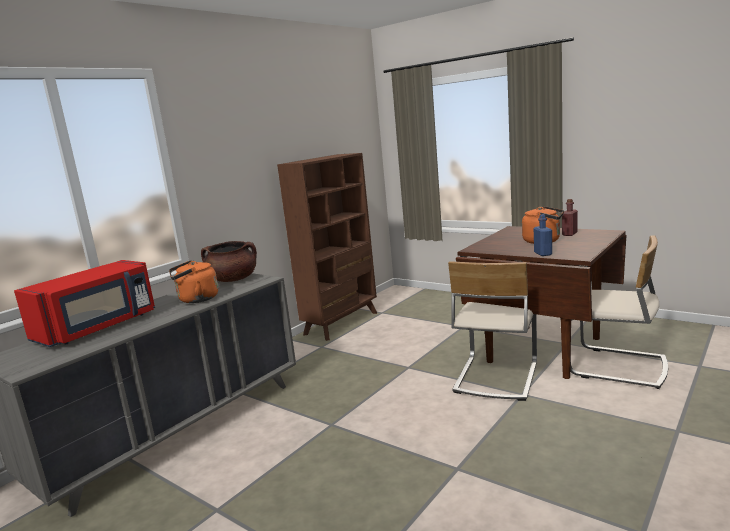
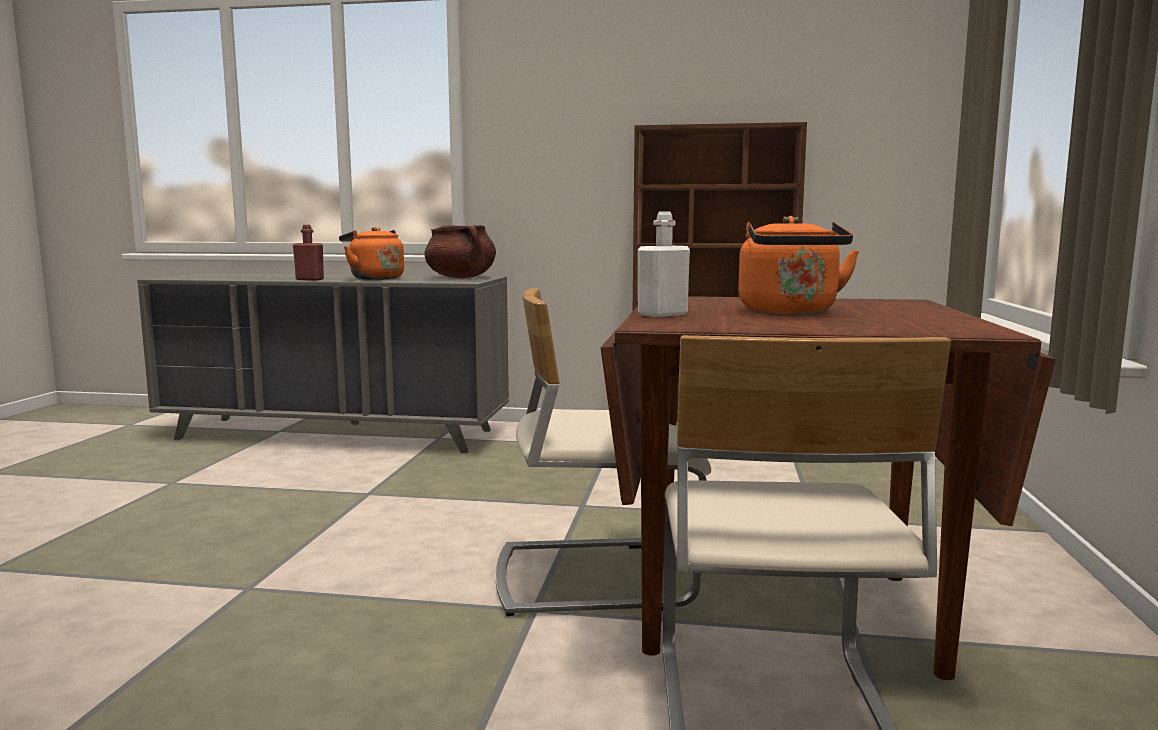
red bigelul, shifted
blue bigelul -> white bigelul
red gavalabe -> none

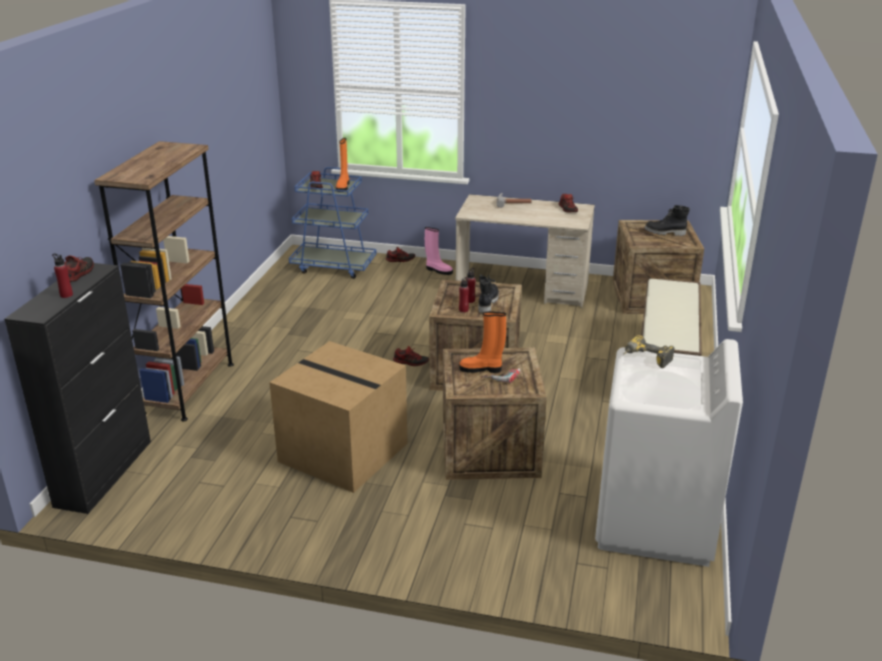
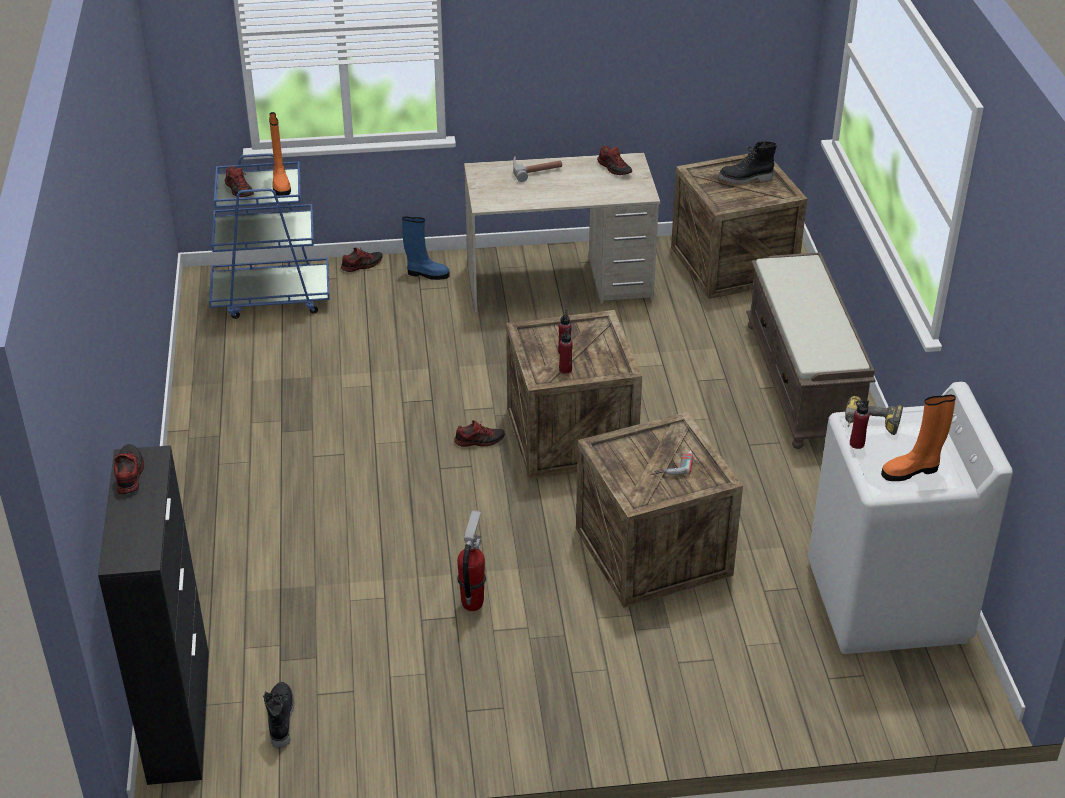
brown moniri -> none
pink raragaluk -> blue raragaluk
red bigelul (no. 1 from left in the first image) -> red bigelul (no. 3 from left), shifted
black raragaluk (no. 1 from left), shifted
orange raragaluk (no. 2 from left), shifted
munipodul -> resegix

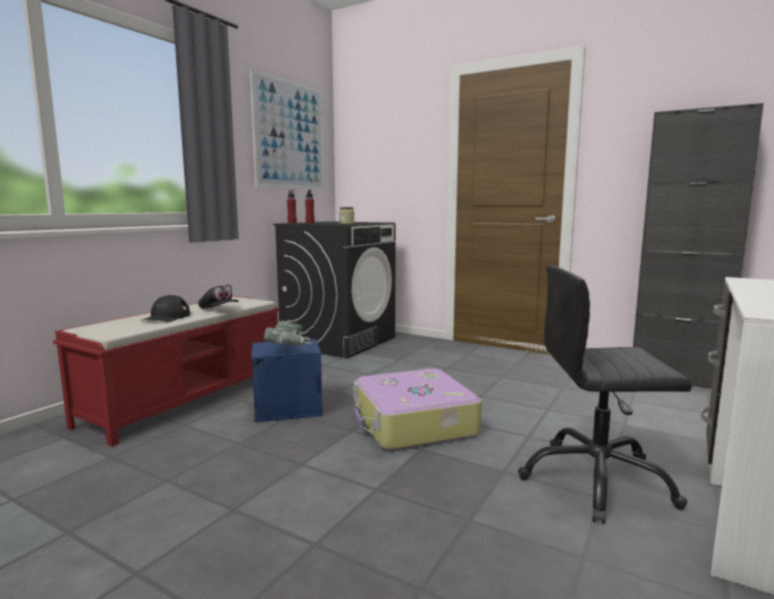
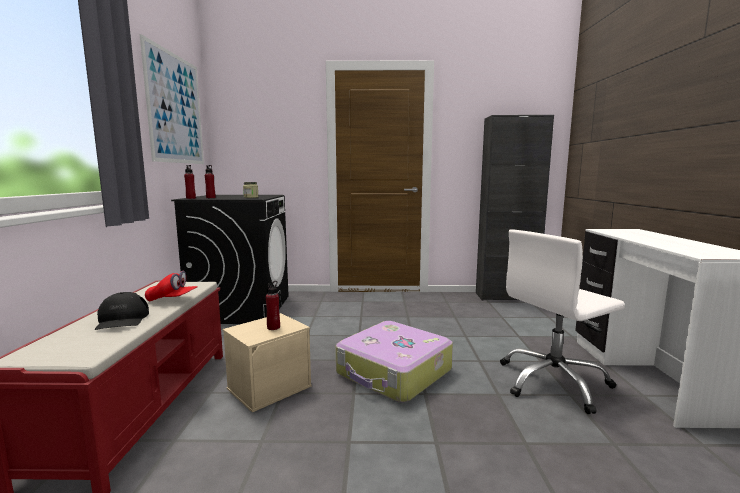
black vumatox -> white vumatox
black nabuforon (no. 2 from left) -> red nabuforon
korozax -> red bigelul (no. 3 from left)
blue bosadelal -> beige bosadelal

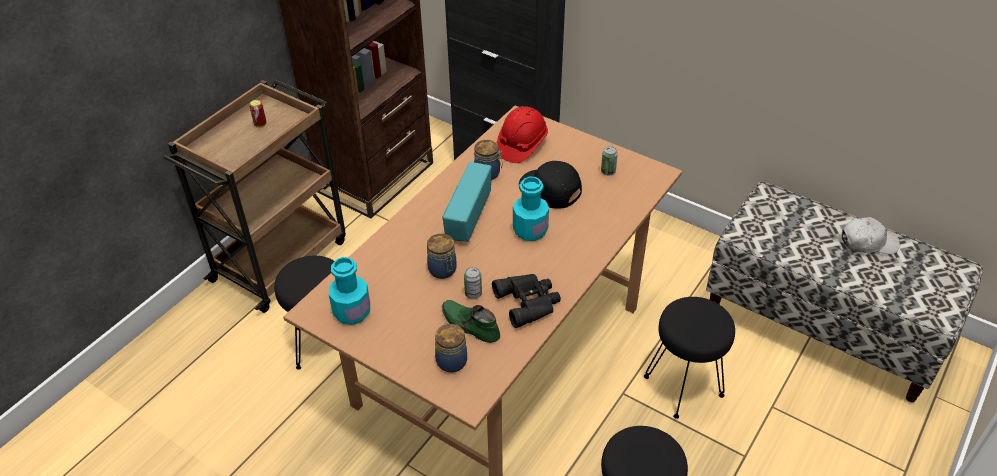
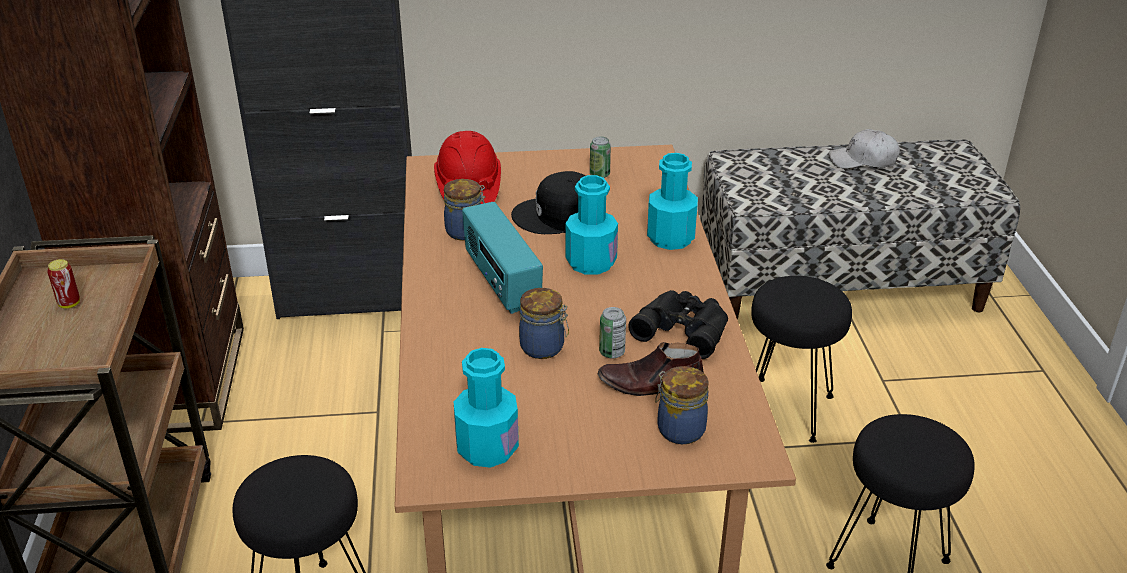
white nabuforon, 135 degrees counterclockwise
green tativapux -> brown tativapux
none -> turquoise bigelul (no. 3 from left)

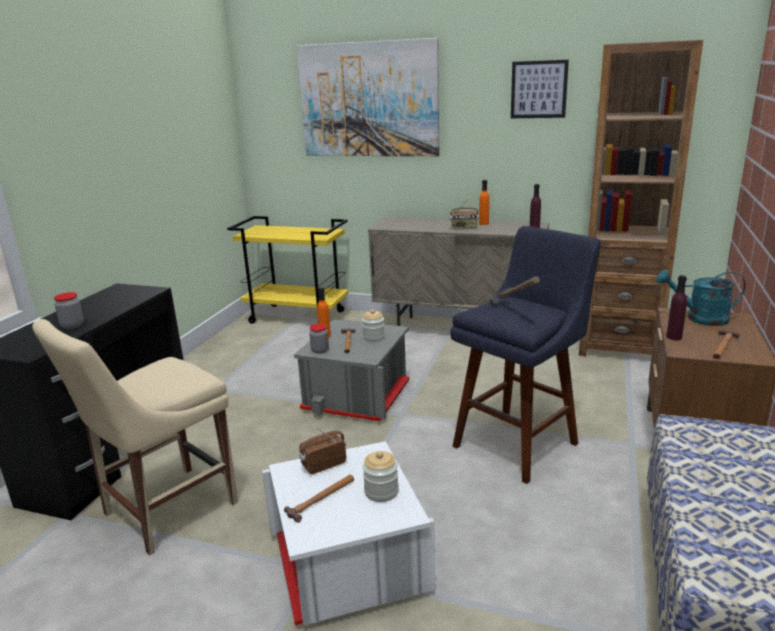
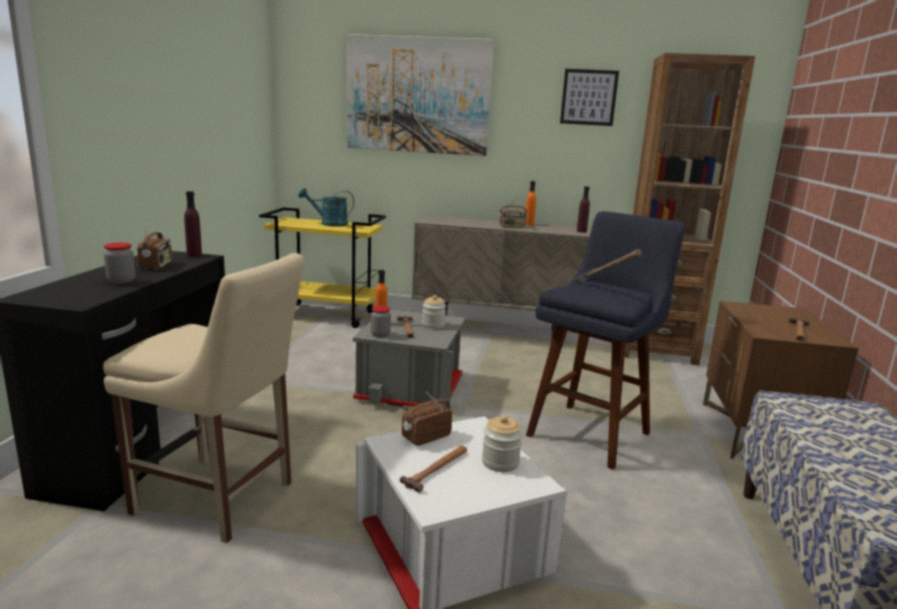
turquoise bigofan, shifted
purple bigelul (no. 2 from left in the first image) -> purple bigelul (no. 1 from left), shifted
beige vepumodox, 105 degrees counterclockwise
none -> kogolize (no. 1 from left)

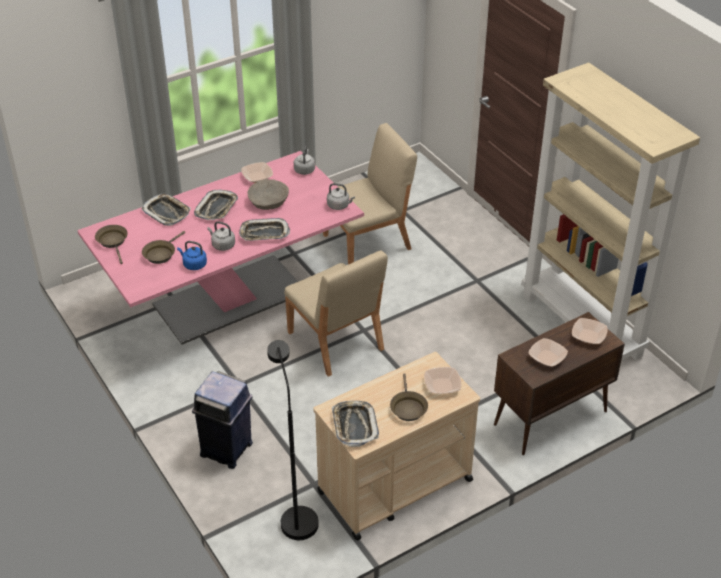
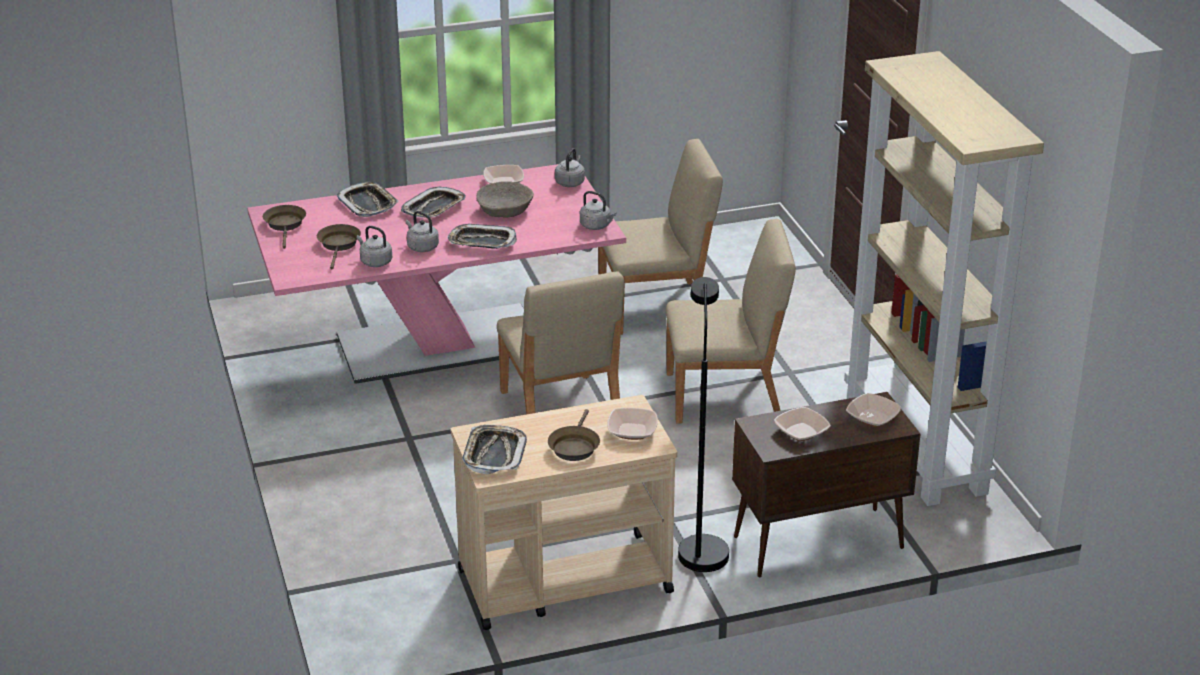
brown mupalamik (no. 2 from left), 135 degrees clockwise
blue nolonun -> grey nolonun (no. 1 from left)
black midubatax, shifted
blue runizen -> none
none -> beige vepumodox (no. 3 from left)

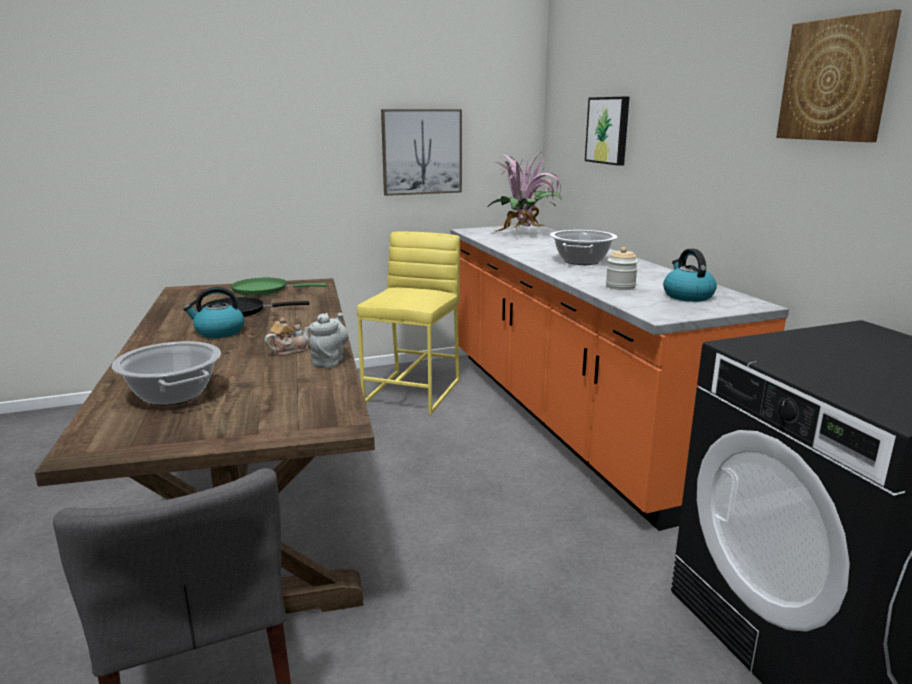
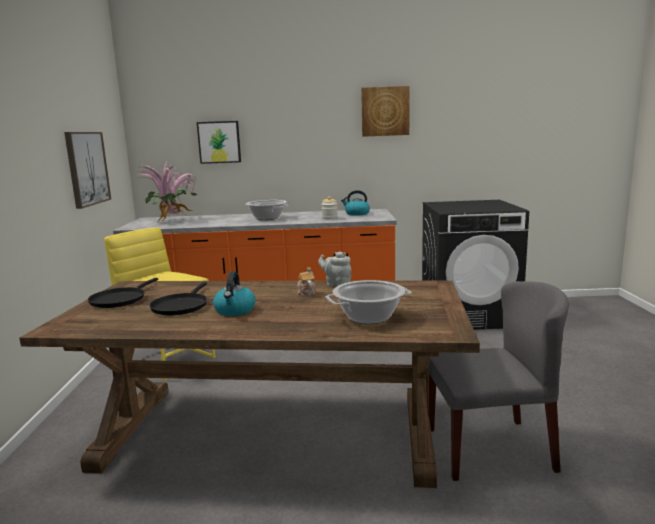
green mupalamik -> black mupalamik (no. 1 from left)

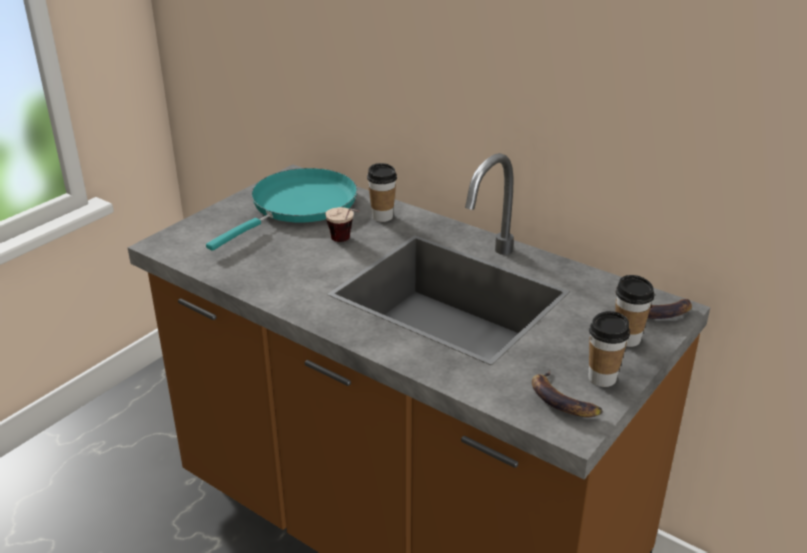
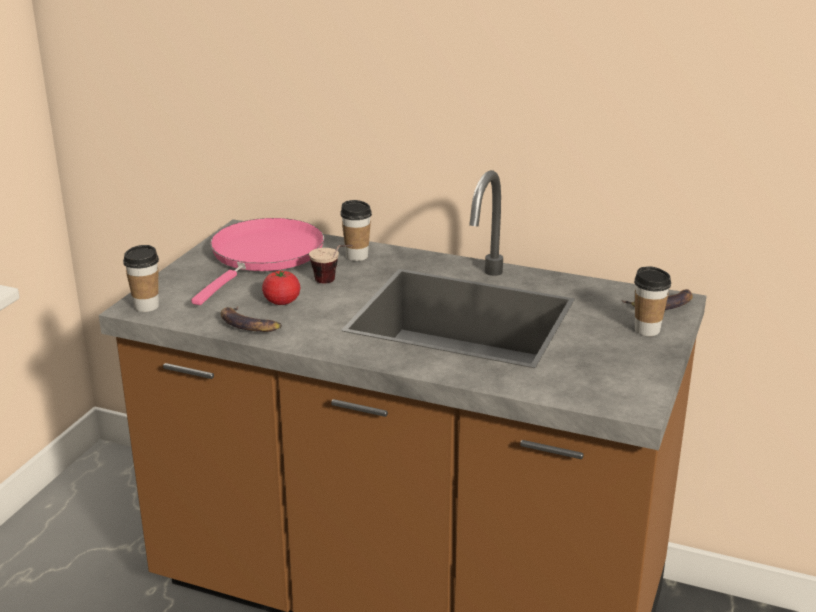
turquoise mupalamik -> pink mupalamik
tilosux (no. 3 from left in the first image) -> tilosux (no. 1 from left), shifted
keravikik (no. 1 from left), shifted
none -> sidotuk

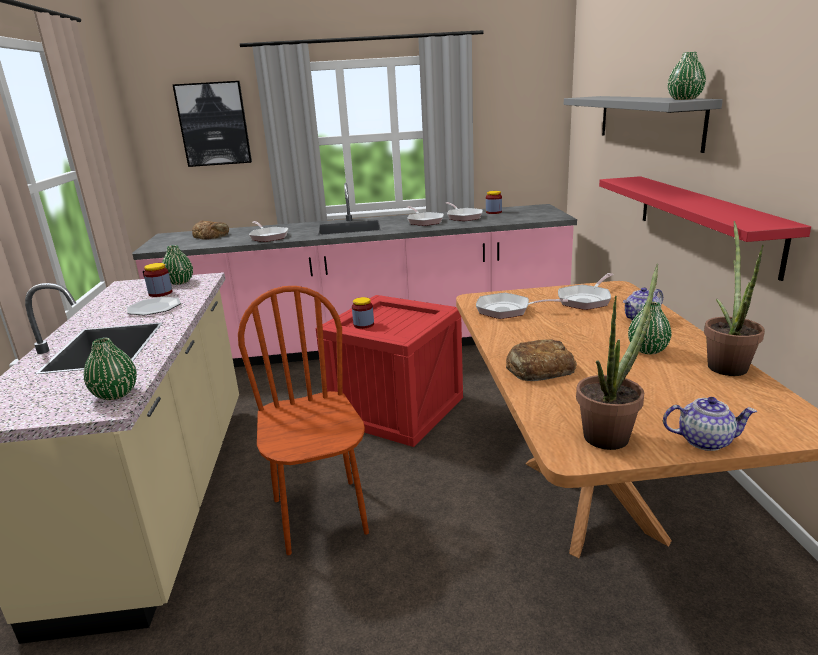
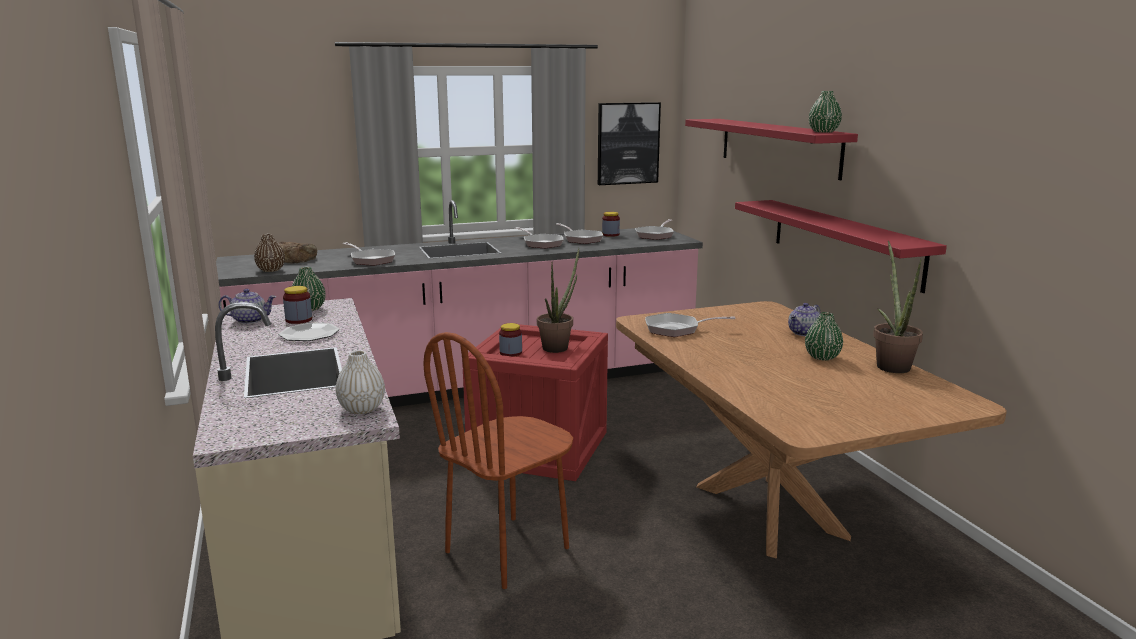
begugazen, shifted
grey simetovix -> red simetovix (no. 1 from left)
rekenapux (no. 1 from left), shifted
mupalamik (no. 5 from left in the first image) -> mupalamik (no. 4 from left), shifted
brown vepumodox, 105 degrees counterclockwise
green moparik (no. 1 from left) -> white moparik
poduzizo (no. 2 from left) -> none
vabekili (no. 2 from left in the first image) -> vabekili (no. 1 from left), shifted
none -> brown moparik

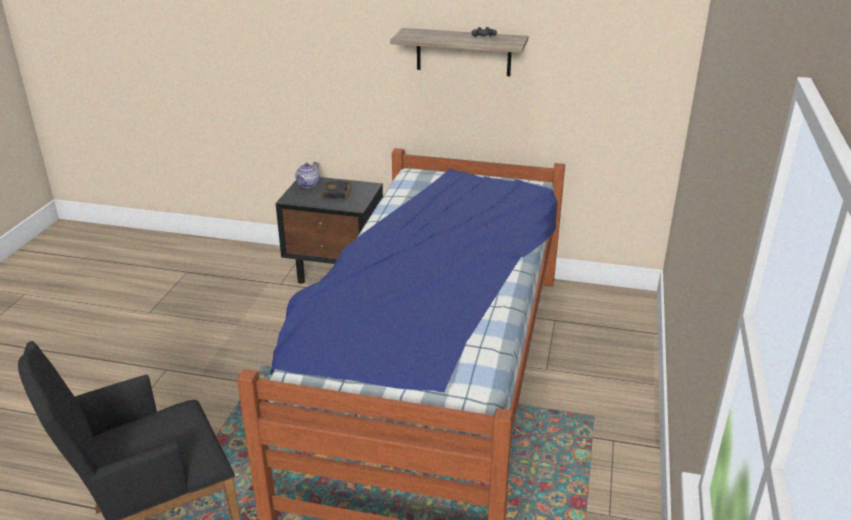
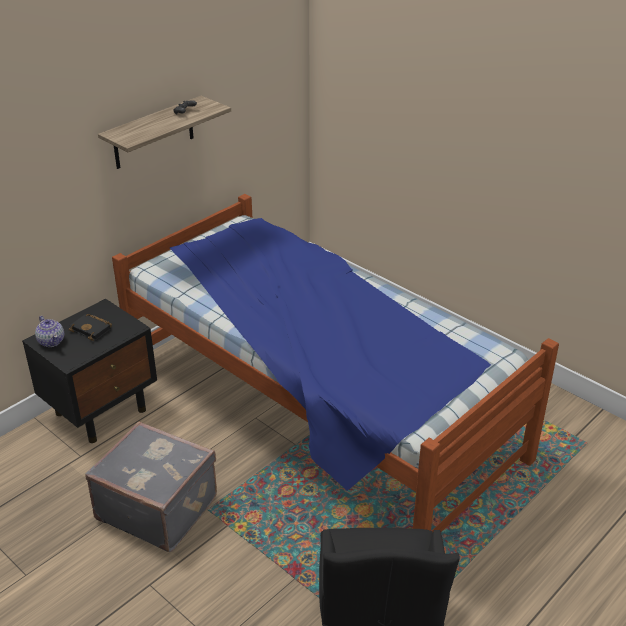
none -> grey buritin

